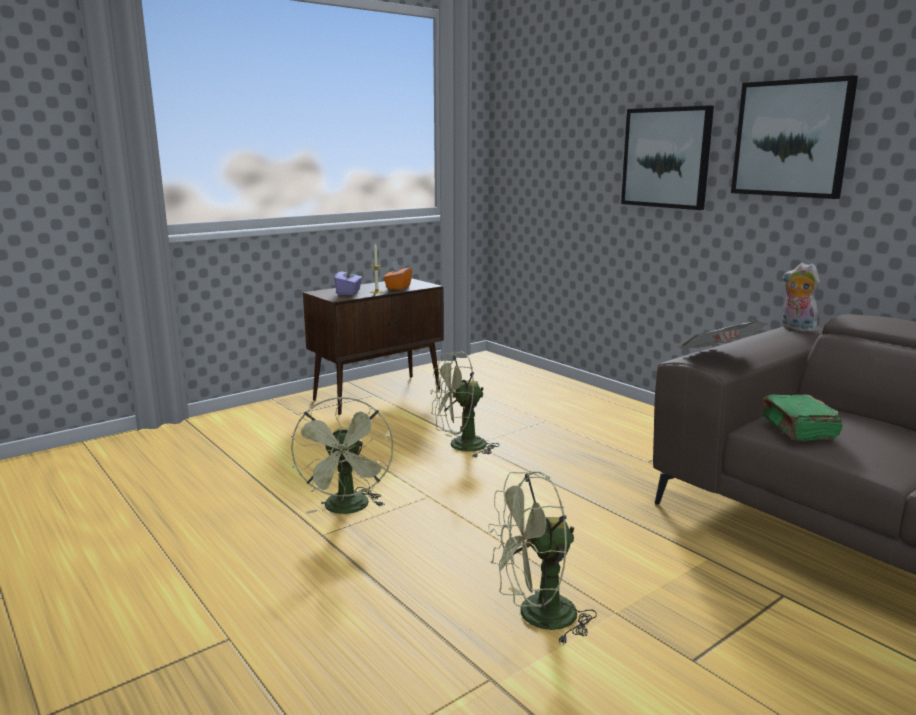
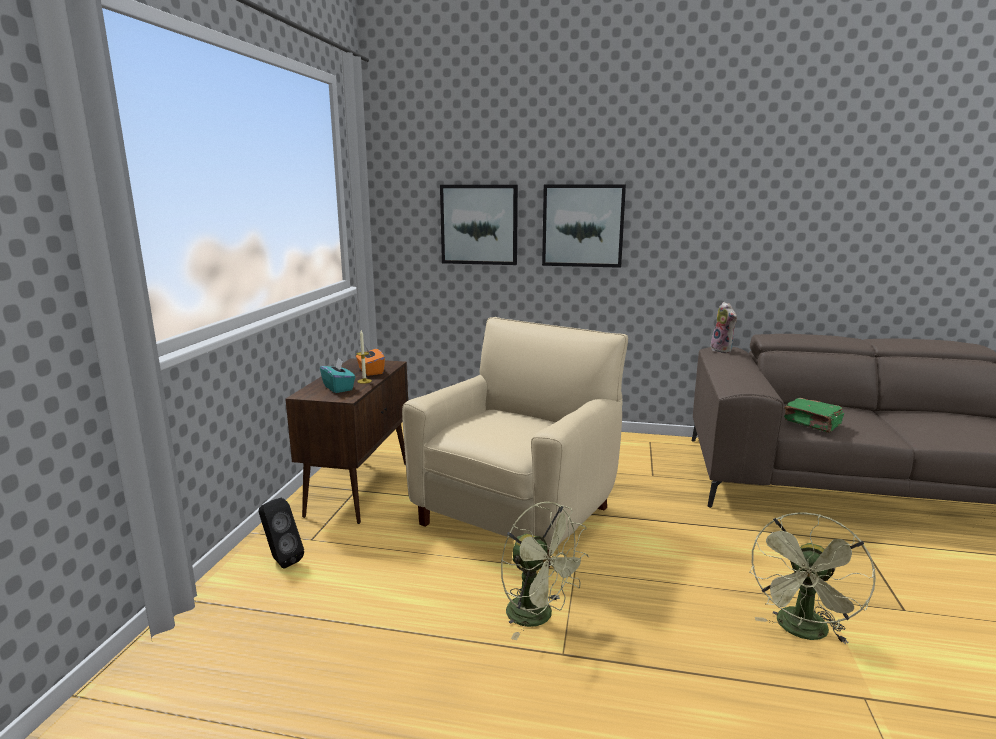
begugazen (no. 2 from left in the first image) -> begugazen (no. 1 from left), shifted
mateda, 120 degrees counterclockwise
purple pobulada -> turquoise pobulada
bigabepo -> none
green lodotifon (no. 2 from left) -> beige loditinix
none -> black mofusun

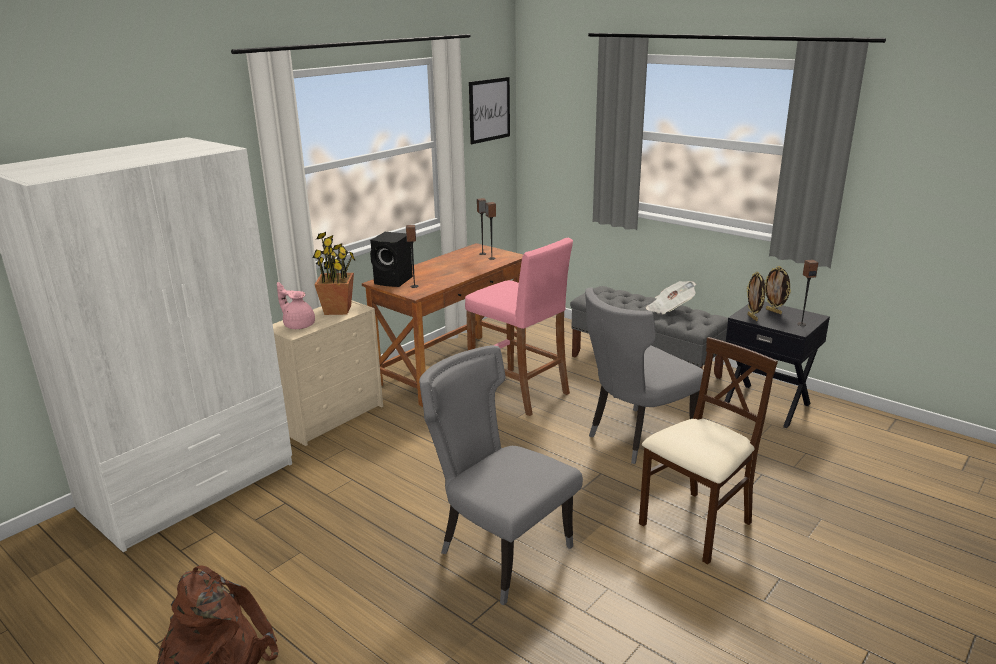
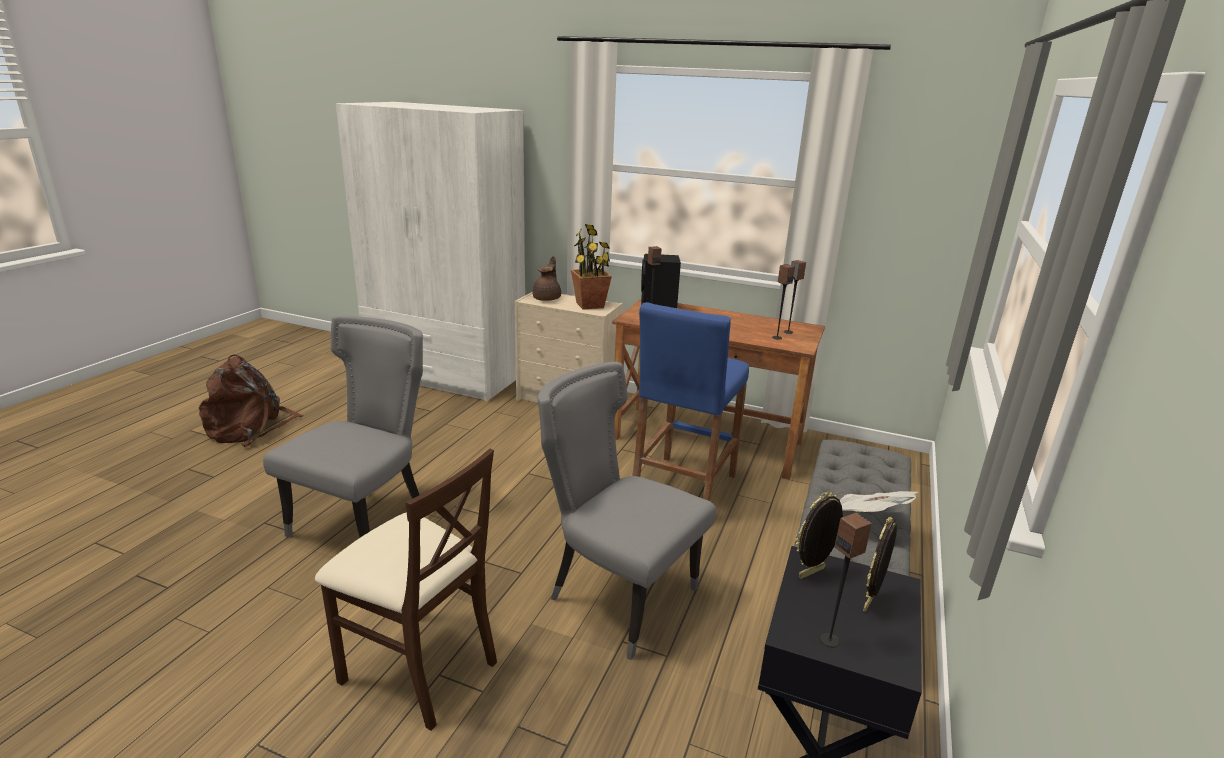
begugazen -> none
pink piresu -> blue piresu
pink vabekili -> brown vabekili

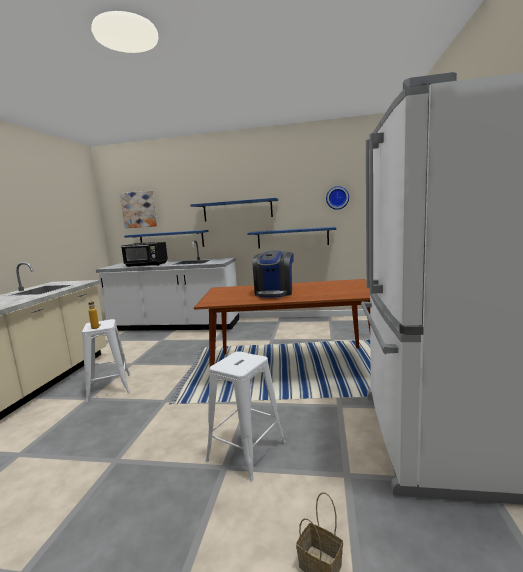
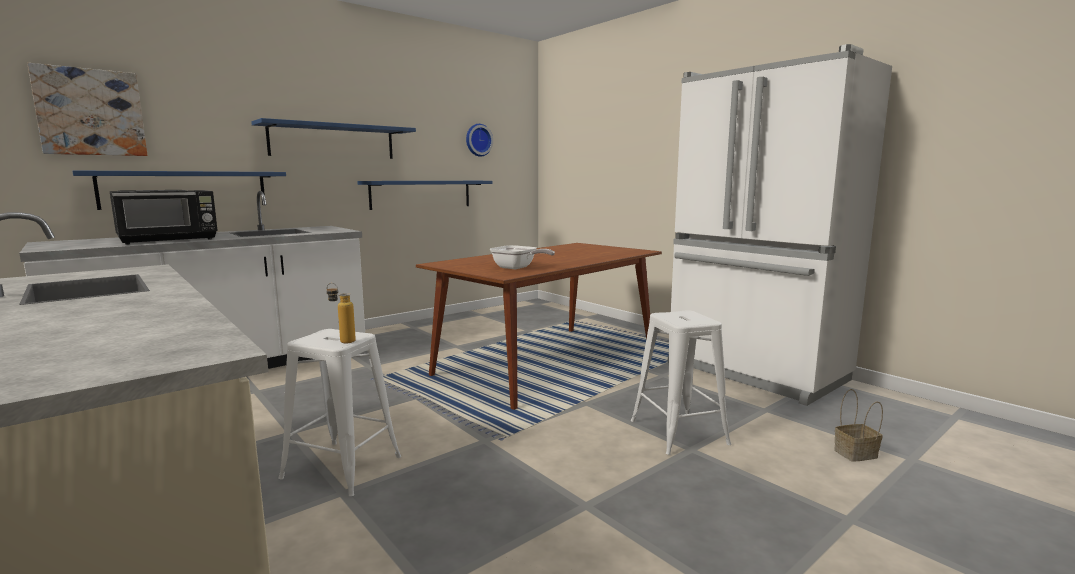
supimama -> none
none -> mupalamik

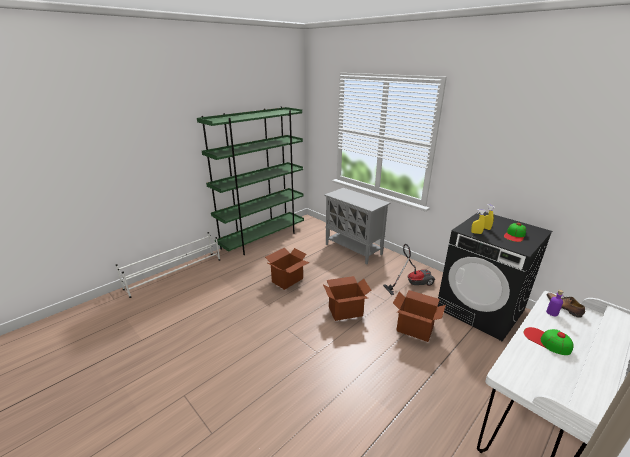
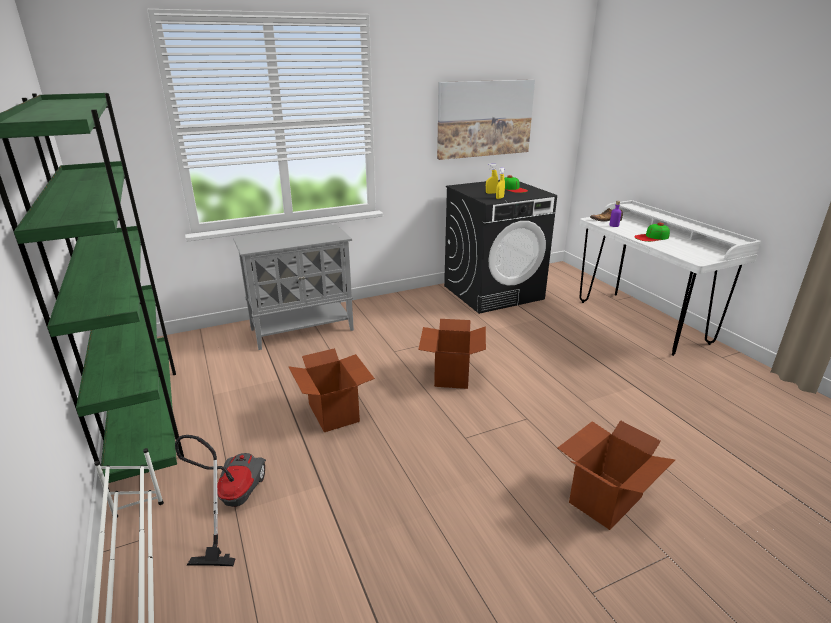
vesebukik, shifted
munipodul (no. 3 from left), shifted
none -> begugazen

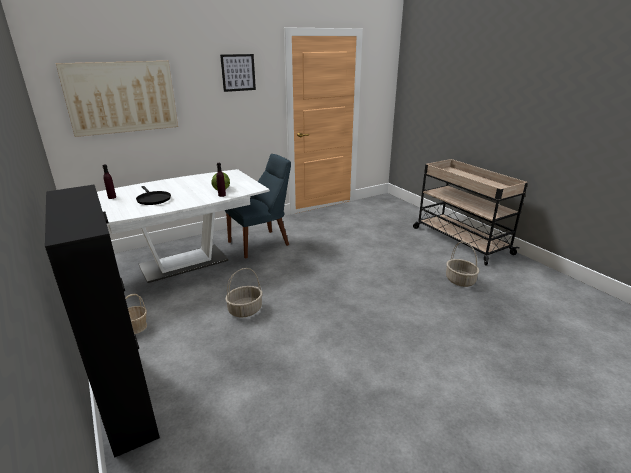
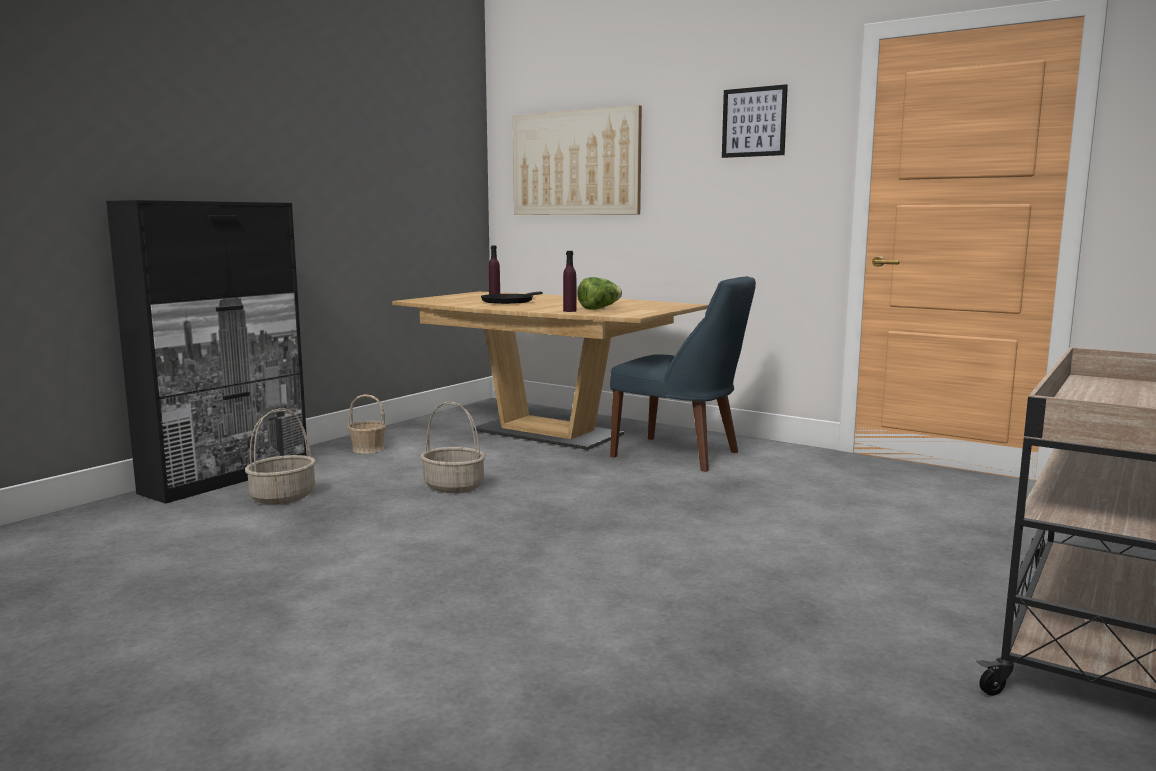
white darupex -> brown darupex
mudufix (no. 3 from left in the first image) -> mudufix (no. 1 from left), shifted

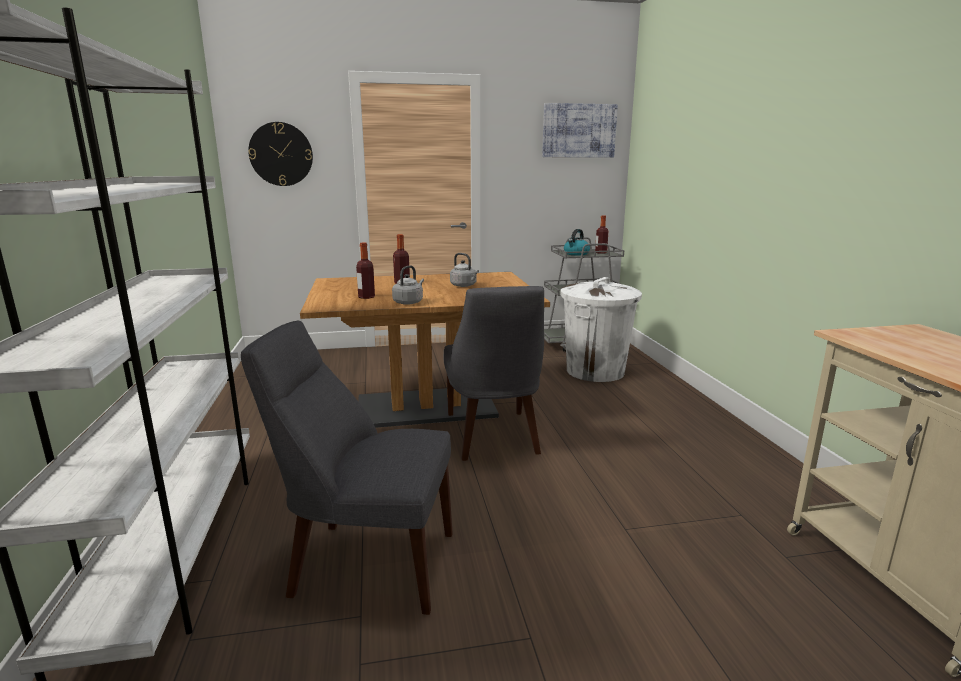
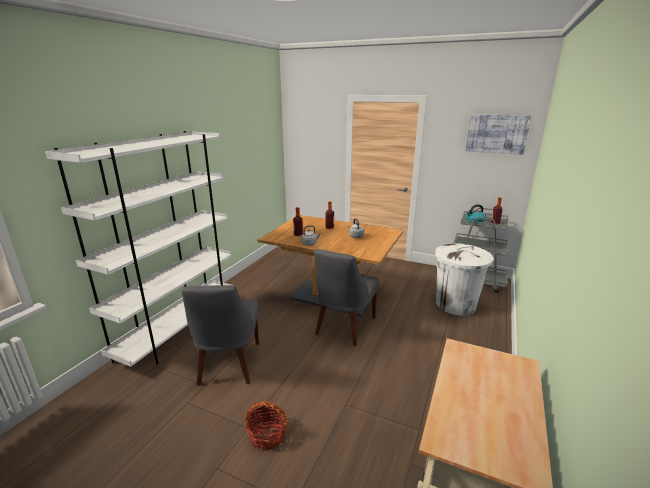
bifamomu -> none
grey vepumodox (no. 1 from left), 135 degrees counterclockwise
none -> mudufix

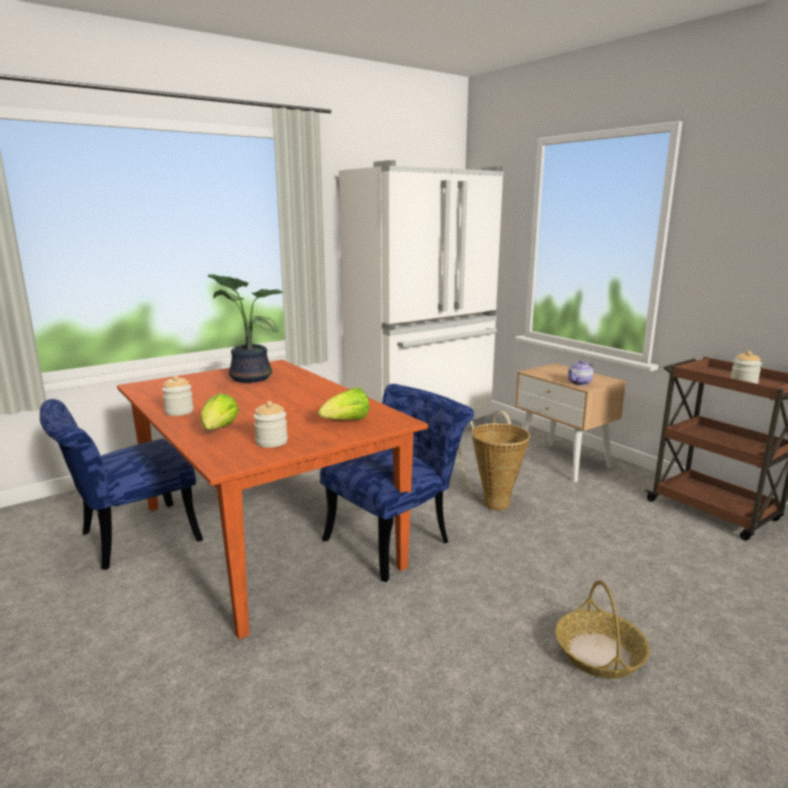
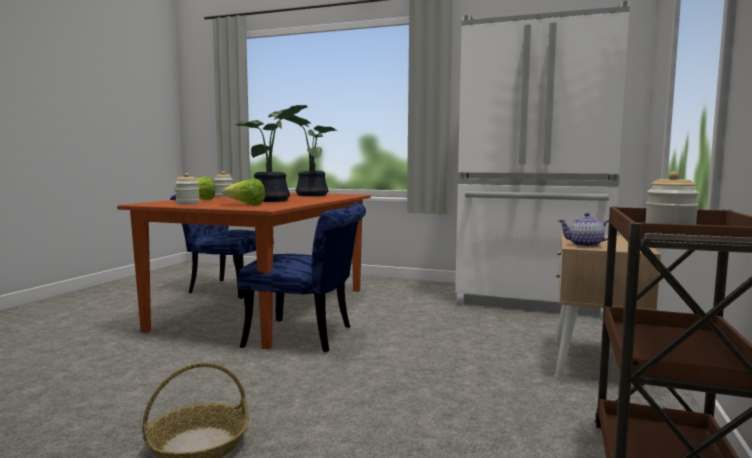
mudufix (no. 1 from left) -> none
none -> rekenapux (no. 1 from left)

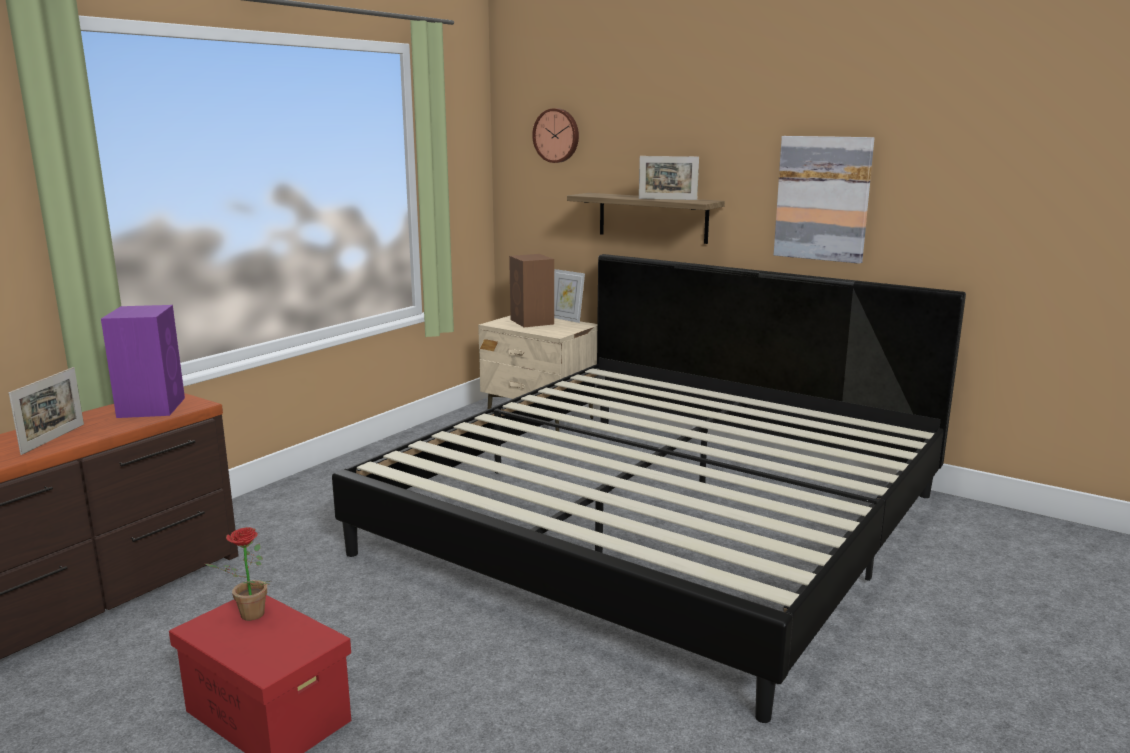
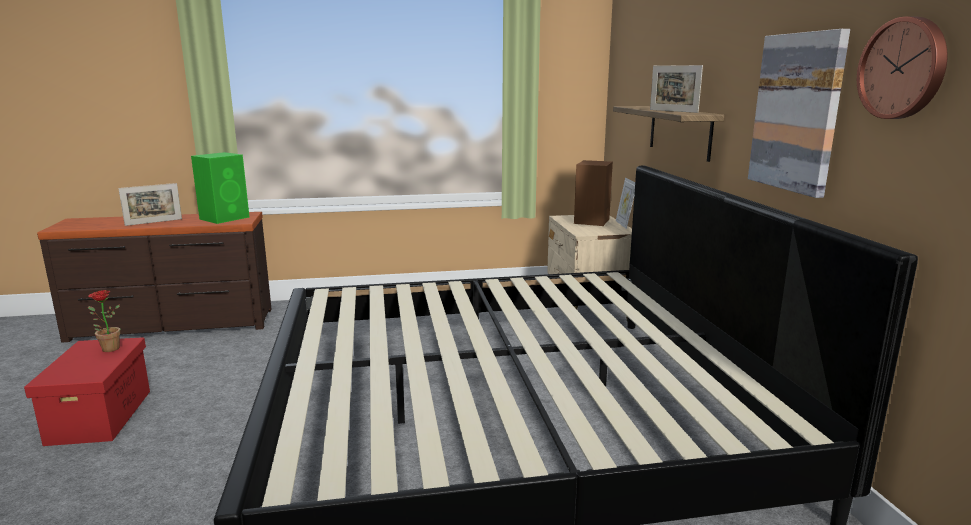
bifamomu, shifted
purple mofusun -> green mofusun

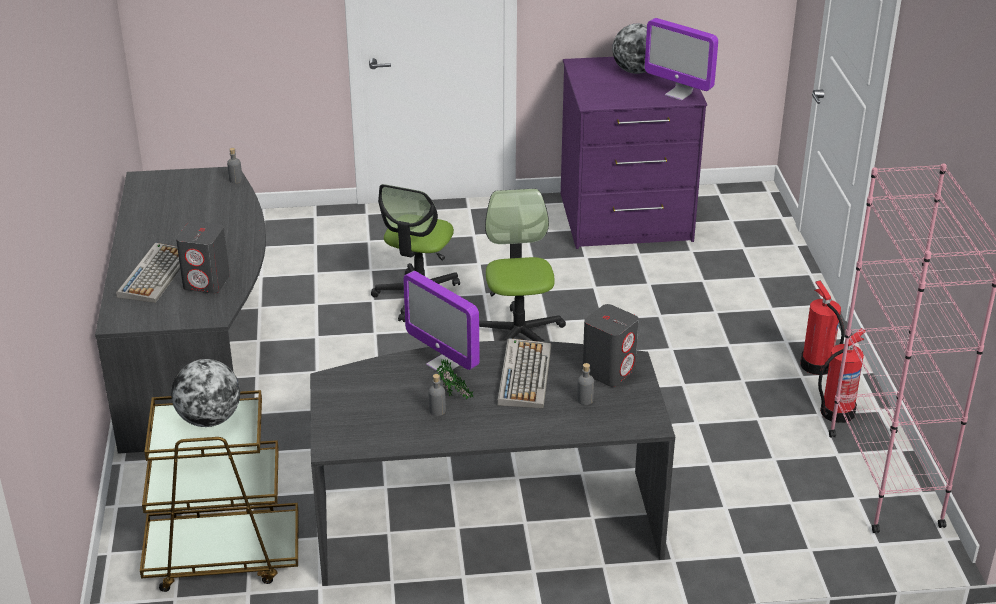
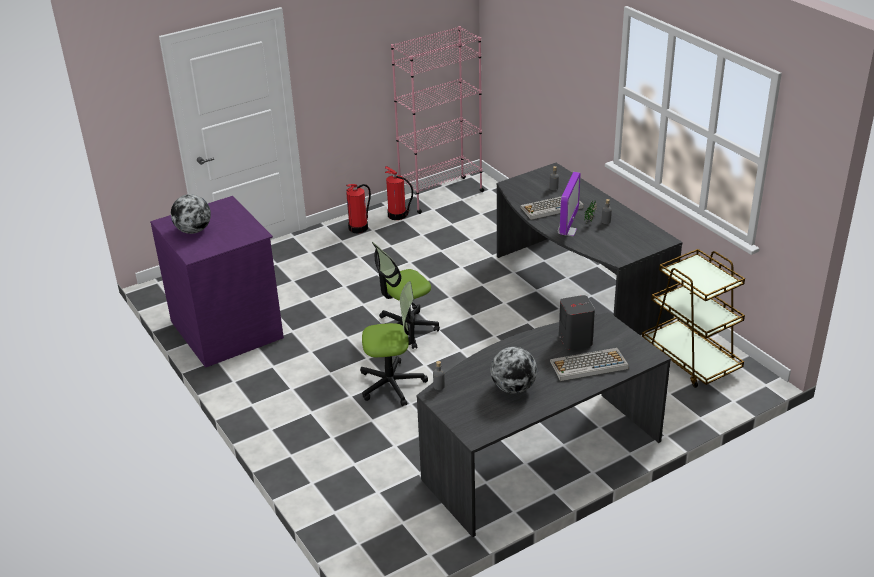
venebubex (no. 2 from left) -> none
grey mofusun (no. 2 from left) -> none
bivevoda (no. 1 from left in the first image) -> bivevoda (no. 2 from left), shifted

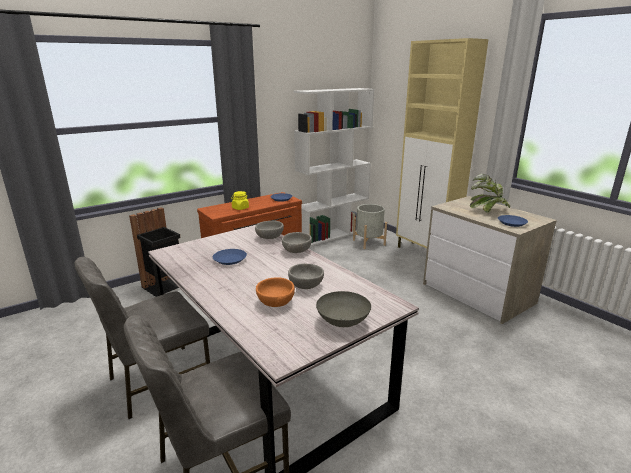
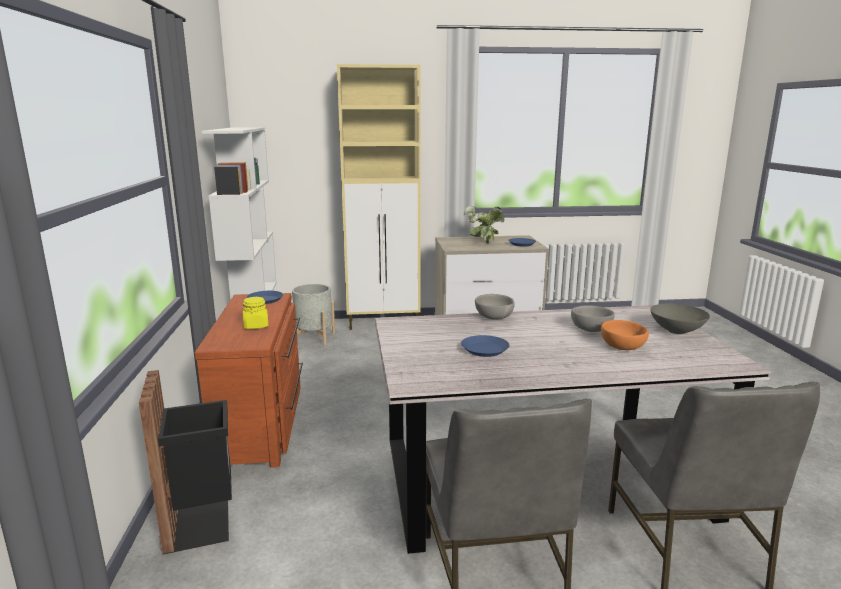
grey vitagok (no. 1 from left) -> none

